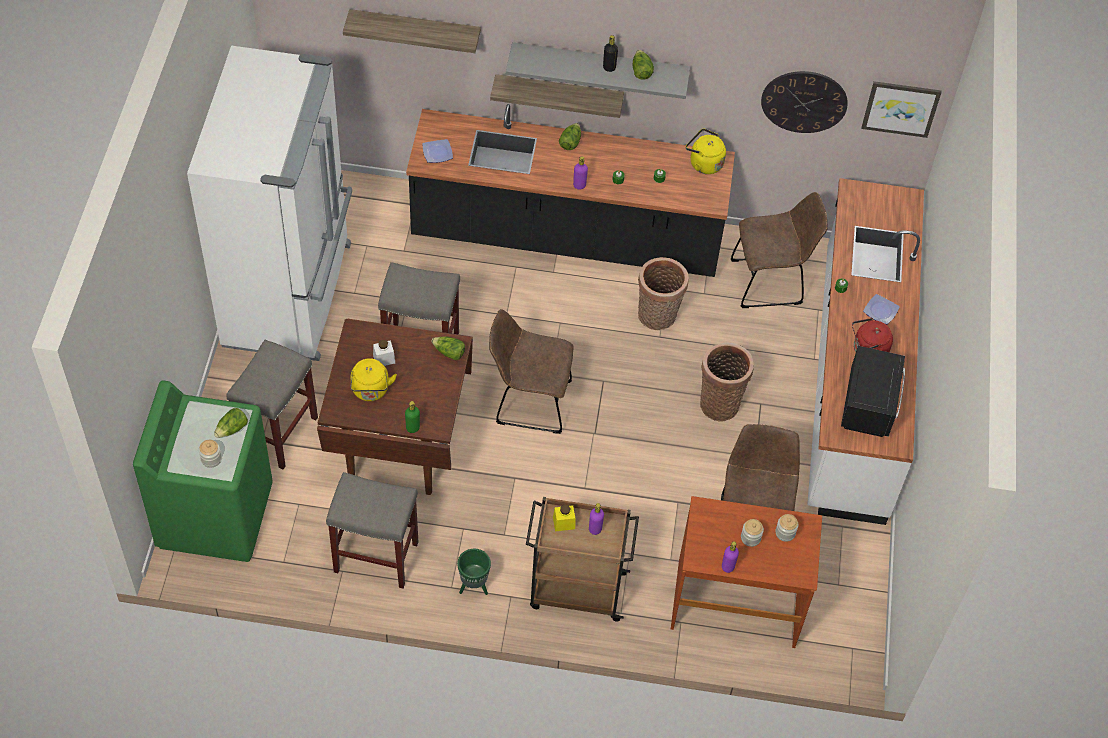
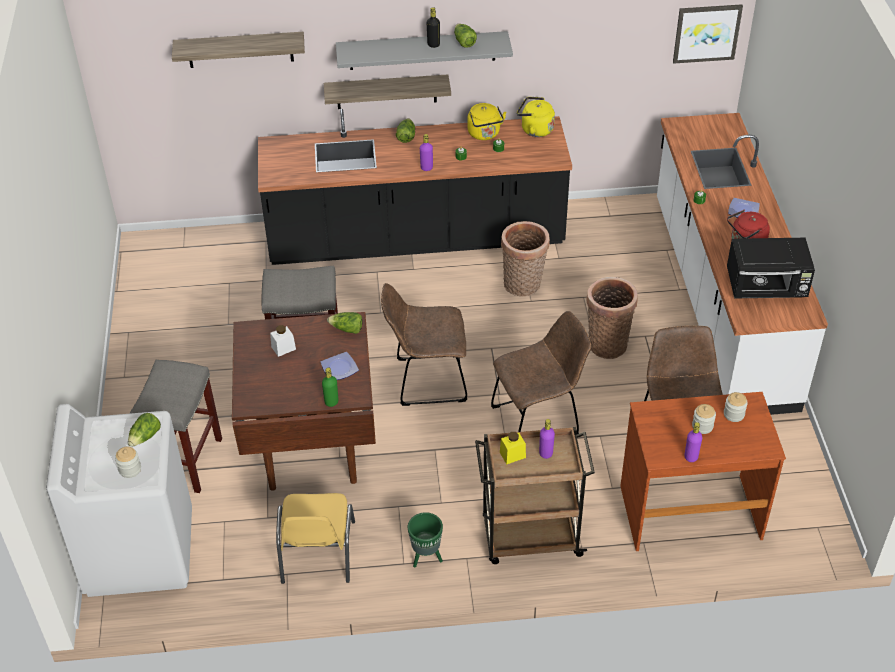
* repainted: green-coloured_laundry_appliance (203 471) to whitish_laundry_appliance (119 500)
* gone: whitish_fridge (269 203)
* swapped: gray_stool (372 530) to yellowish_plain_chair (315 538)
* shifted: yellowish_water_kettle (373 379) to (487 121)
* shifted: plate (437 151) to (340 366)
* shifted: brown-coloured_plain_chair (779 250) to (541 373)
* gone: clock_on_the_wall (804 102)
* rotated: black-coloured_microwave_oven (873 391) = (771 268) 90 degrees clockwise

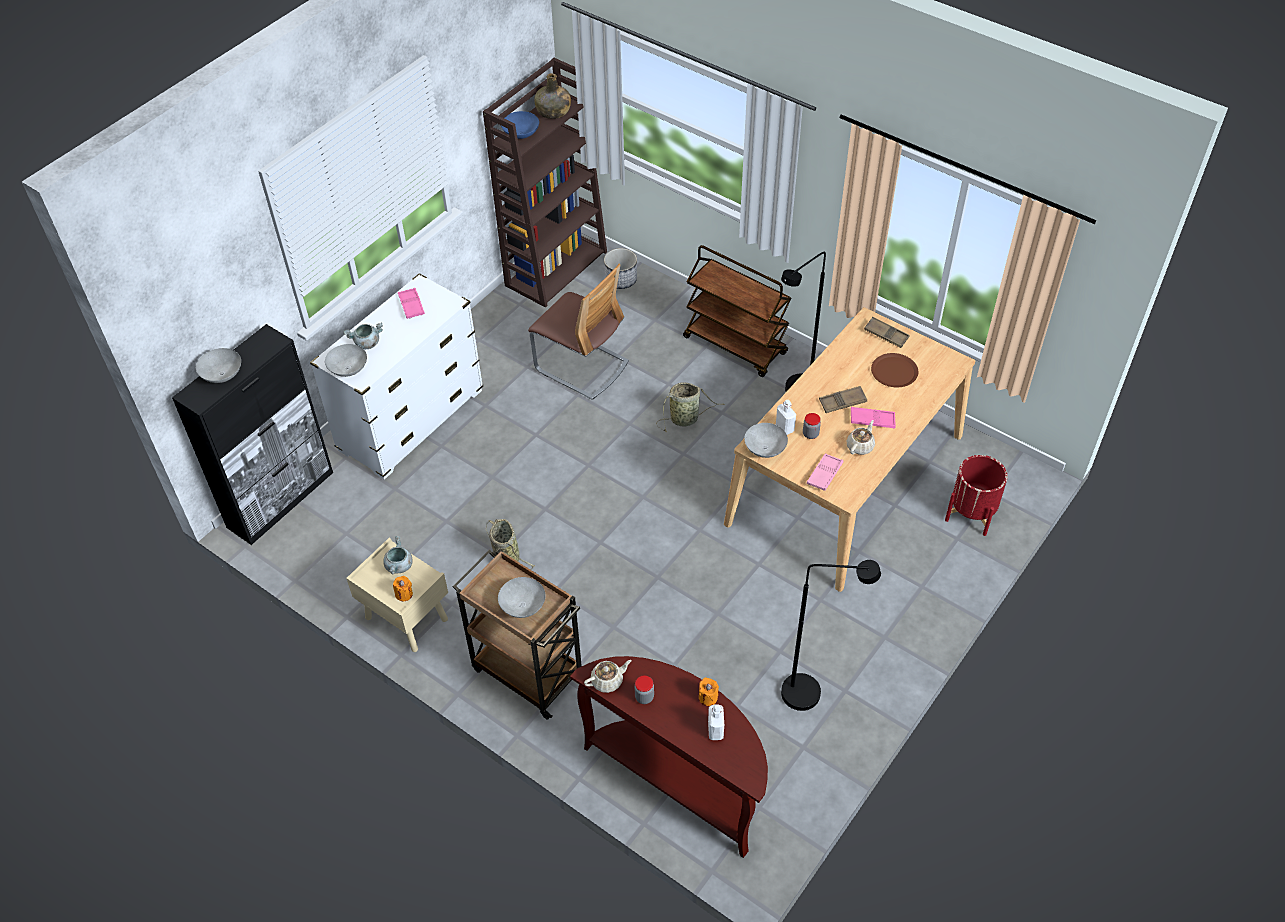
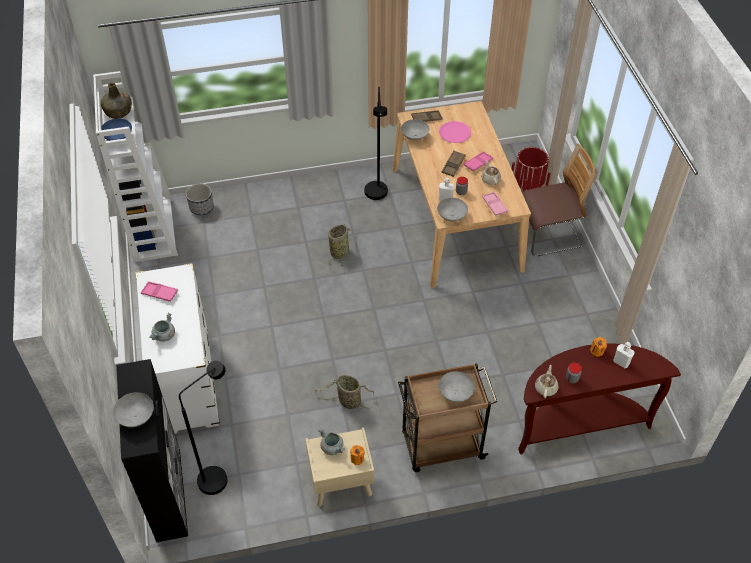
* shifted: gray_bowl (346 360) to (415 130)
* repainted: brown-coloured_shelving_unit (545 183) to whitish_shelving_unit (135 166)
* shifted: plain_chair (578 332) to (556 199)
* gone: brown-coloured_trolley (737 311)
* shifted: black-coloured_floor_lamp (831 635) to (203 428)
* repainted: brown-coloured_plate (894 370) to pink-coloured_plate (455 132)

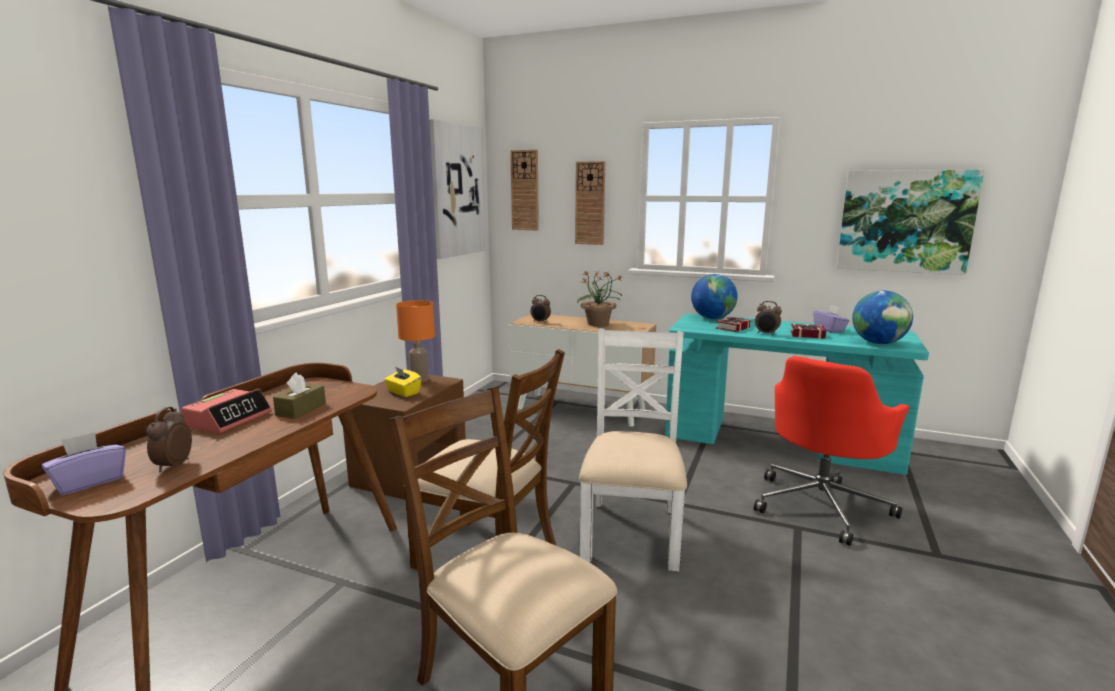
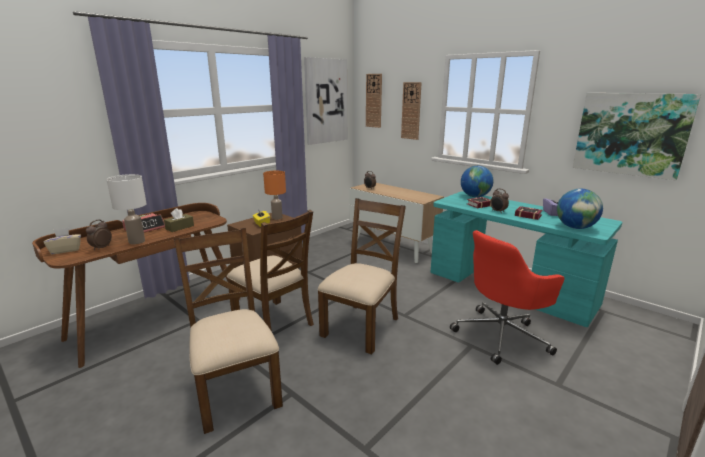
* repainted: purple_box_of_tissues (83 463) to beige-coloured_box_of_tissues (62 241)
* gone: potted_plant (600 298)
* repainted: whitish_plain_chair (633 449) to brown-coloured_plain_chair (362 276)
* new: whitish_tabletop_lamp (126 209)

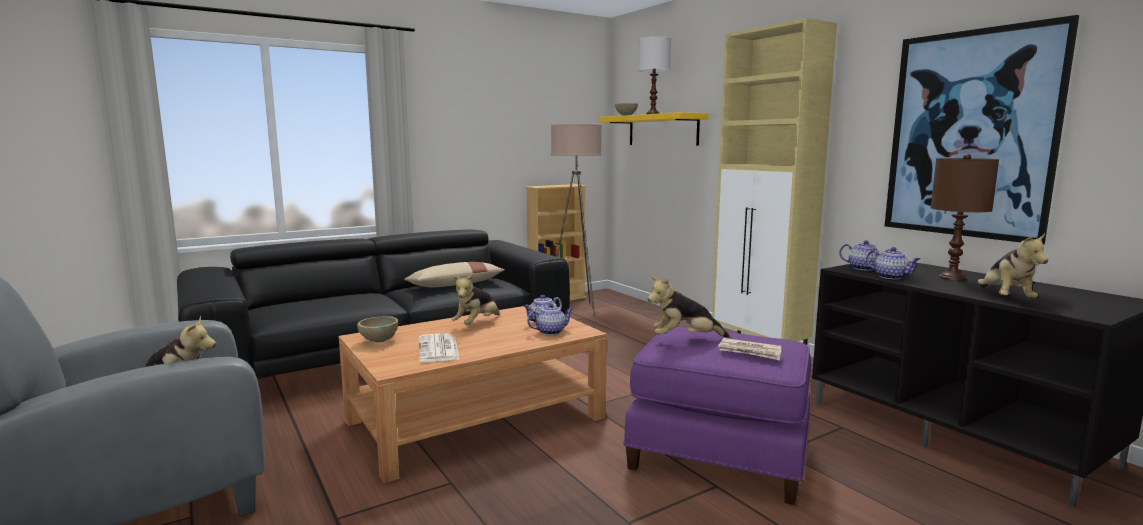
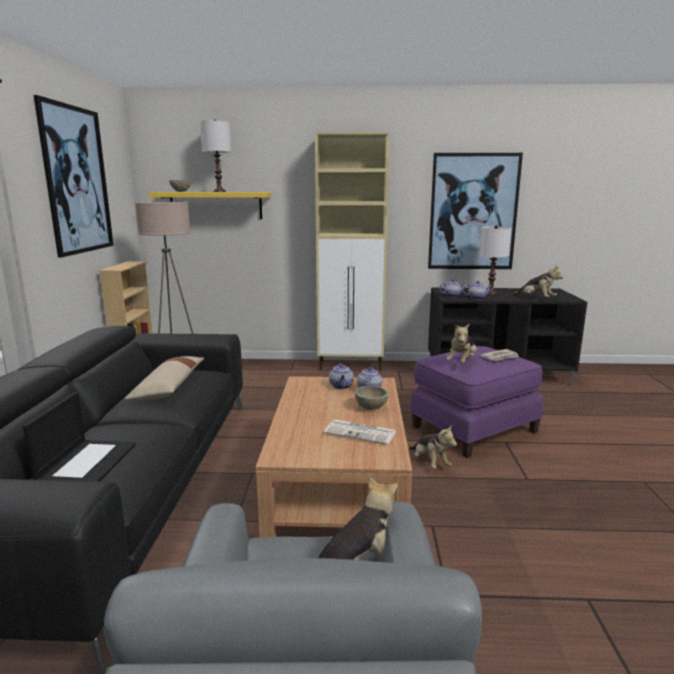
* shifted: beige-coloured_bowl (377 329) to (371 398)
* shifted: soft_toy (475 299) to (433 446)
* repainted: brown-coloured_tabletop_lamp (965 217) to whitish_tabletop_lamp (495 260)
* new: notebook_computer (79 436)
* new: wall_picture (73 176)

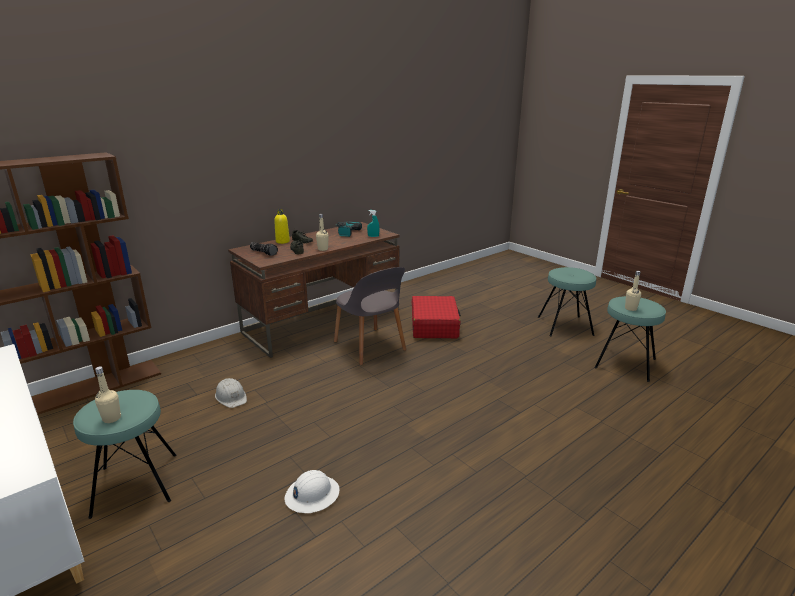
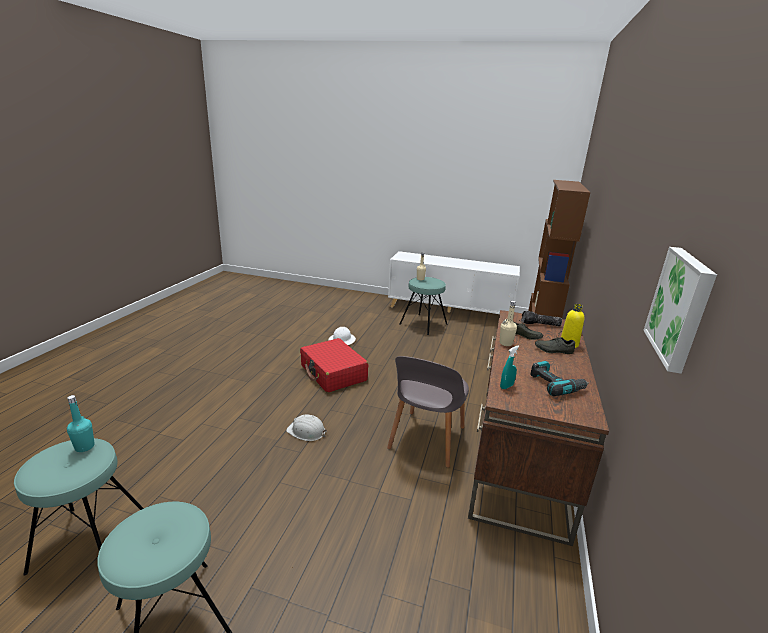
* shifted: whitish_hard_hat (231 393) to (306 428)
* rotated: gray_plain_chair (370 316) = (428 412) 90 degrees counterclockwise
* shifted: red_travel_case (436 317) to (334 365)
* repainted: beige-coloured_bottle (633 291) to turquoise_bottle (81 423)
* new: wall_picture (680 310)

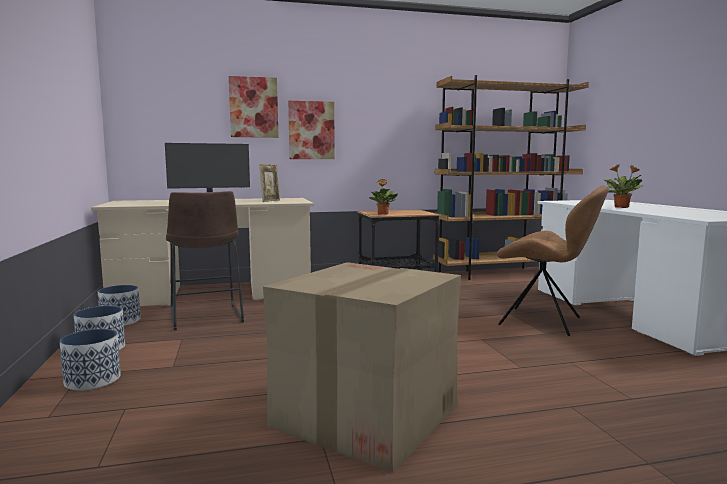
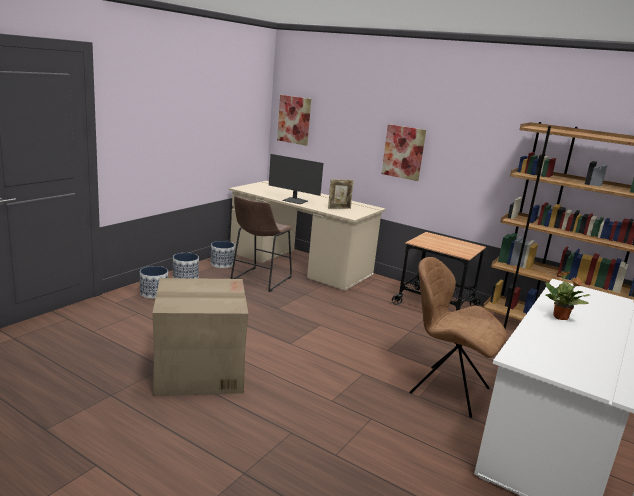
* shifted: wall_picture (253 107) to (294 120)
* gone: potted_plant (383 197)
* rotated: brown-coloured_plain_chair (553 260) = (458 337) 135 degrees clockwise

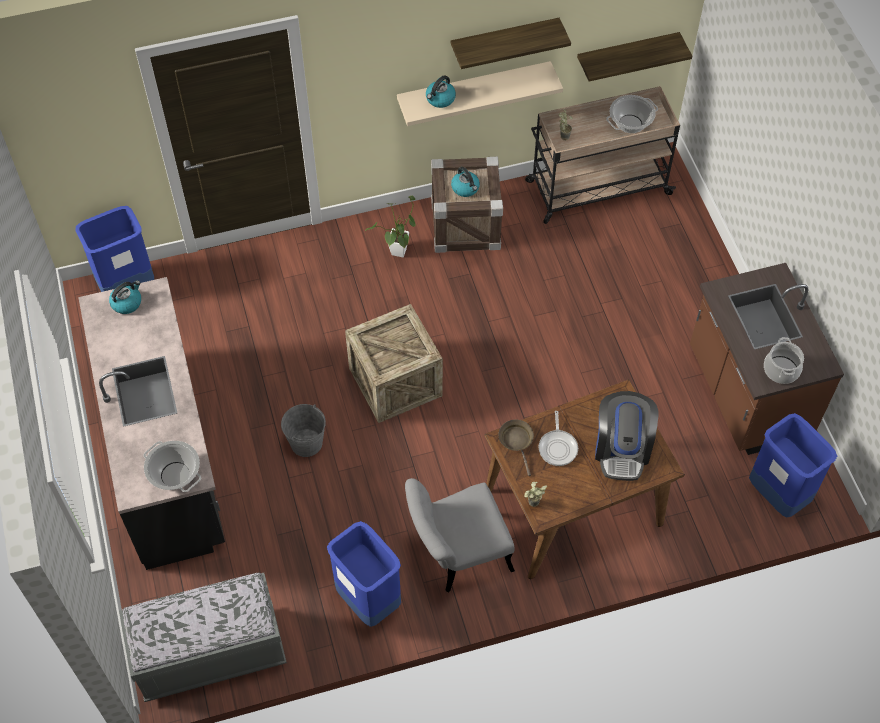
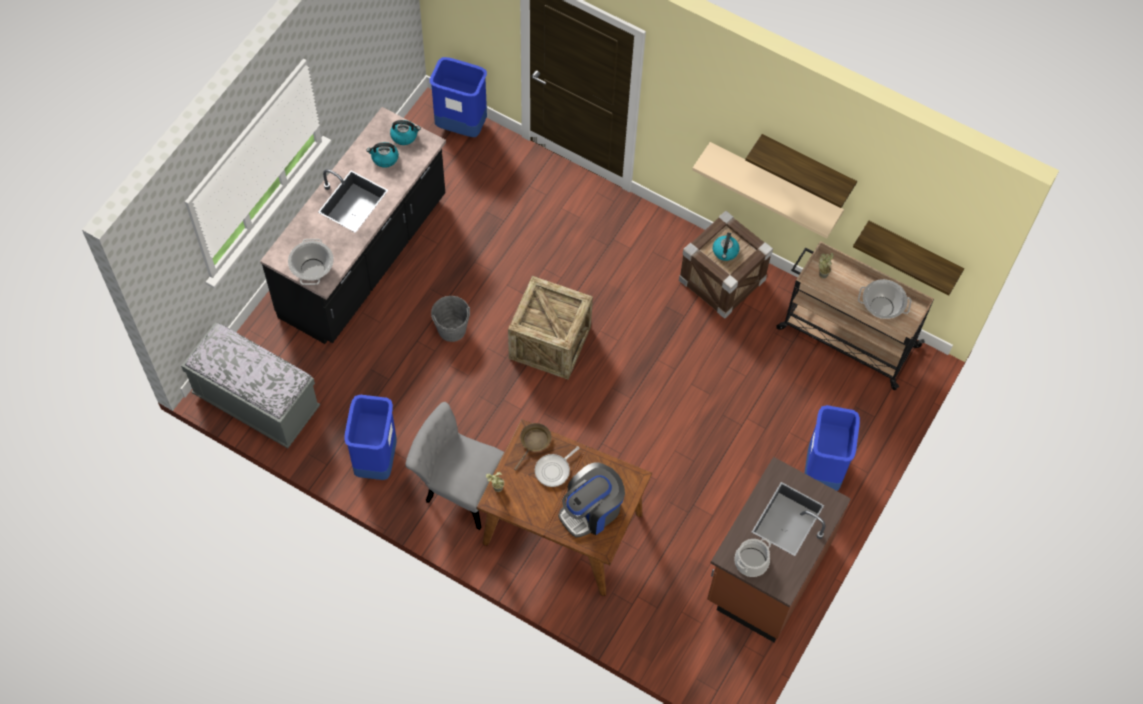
* gone: potted_plant (390 226)
* shifted: water_kettle (441 91) to (382 155)
* shifted: bluish_trash_can (793 465) to (832 448)

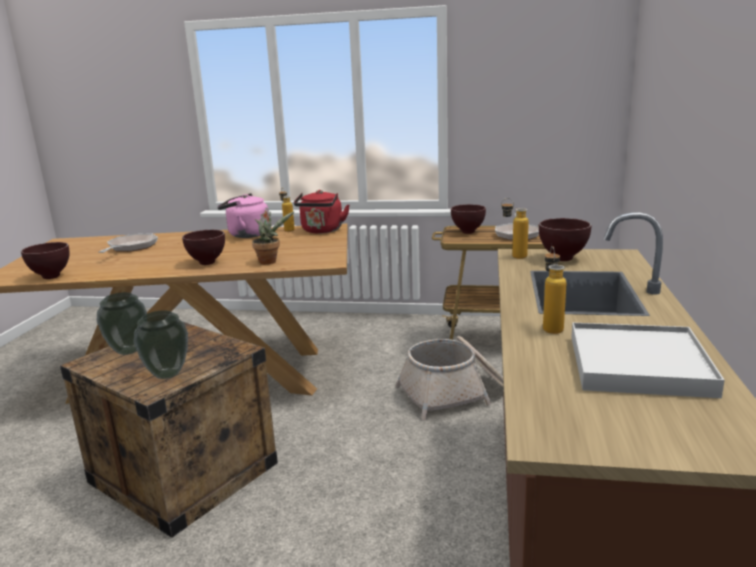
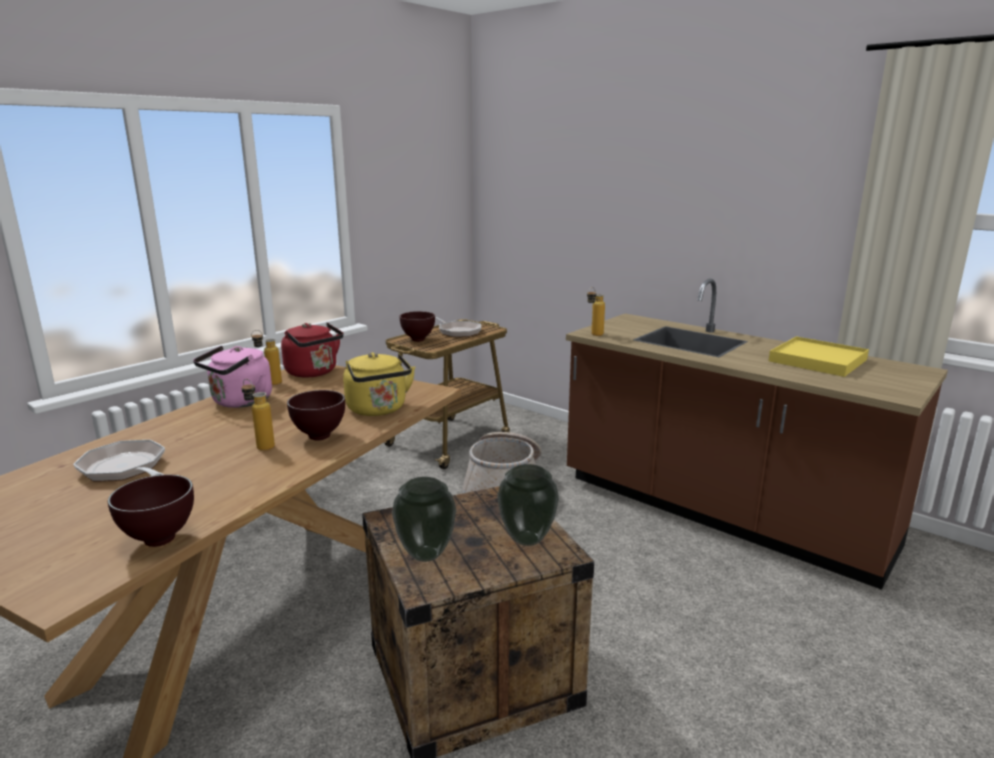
* swapped: potted_plant (273 237) to yellowish_water_kettle (379 384)
* gone: brown-coloured_bowl (565 239)
* shifted: bottle (555 290) to (258 415)
* repainted: whitish_carrying_tray (648 360) to yellowish_carrying_tray (819 356)

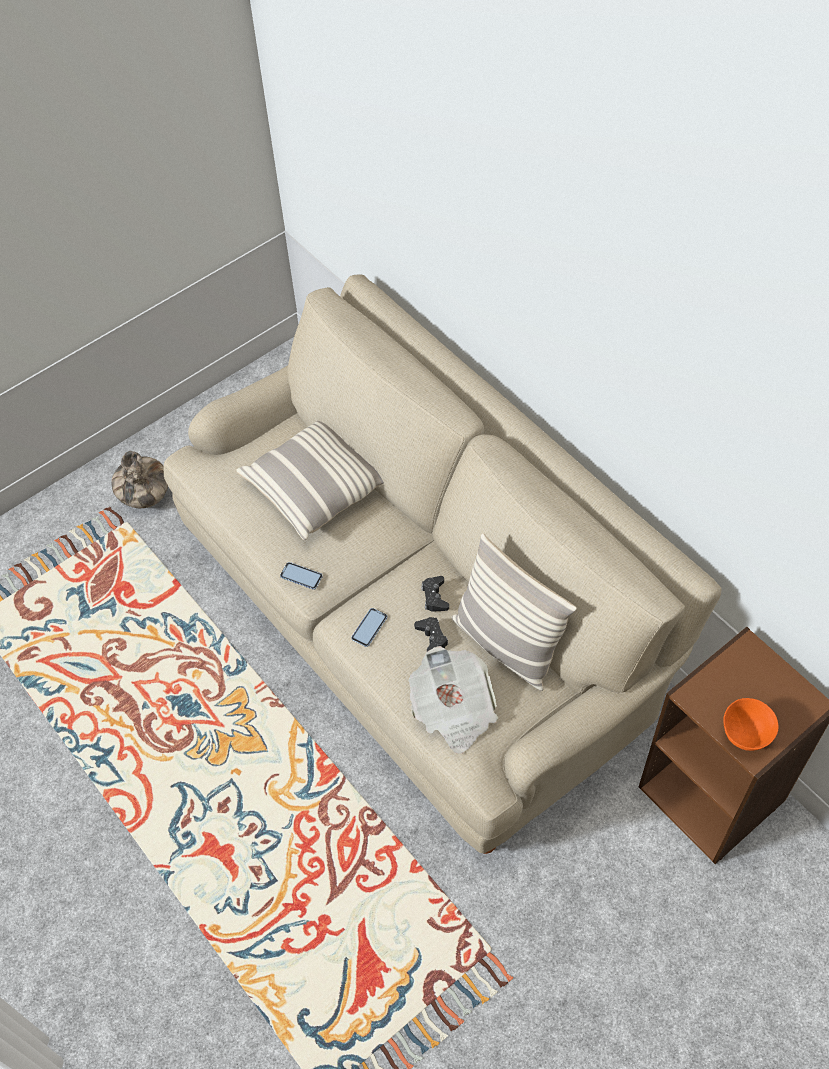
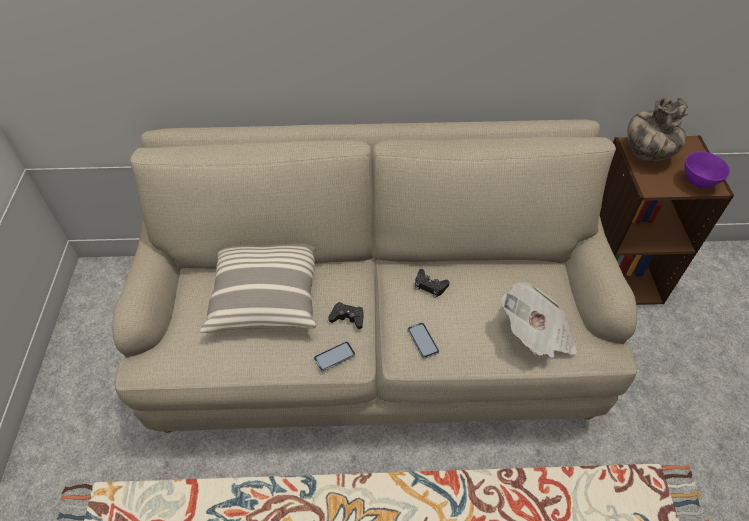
* shifted: decorative_vase (139 479) to (657 129)
* shifted: black-coloured_joypad (431 634) to (346 315)
* gone: pillow (514 612)
* repainted: orange_bowl (751 724) to purple_bowl (707 170)

